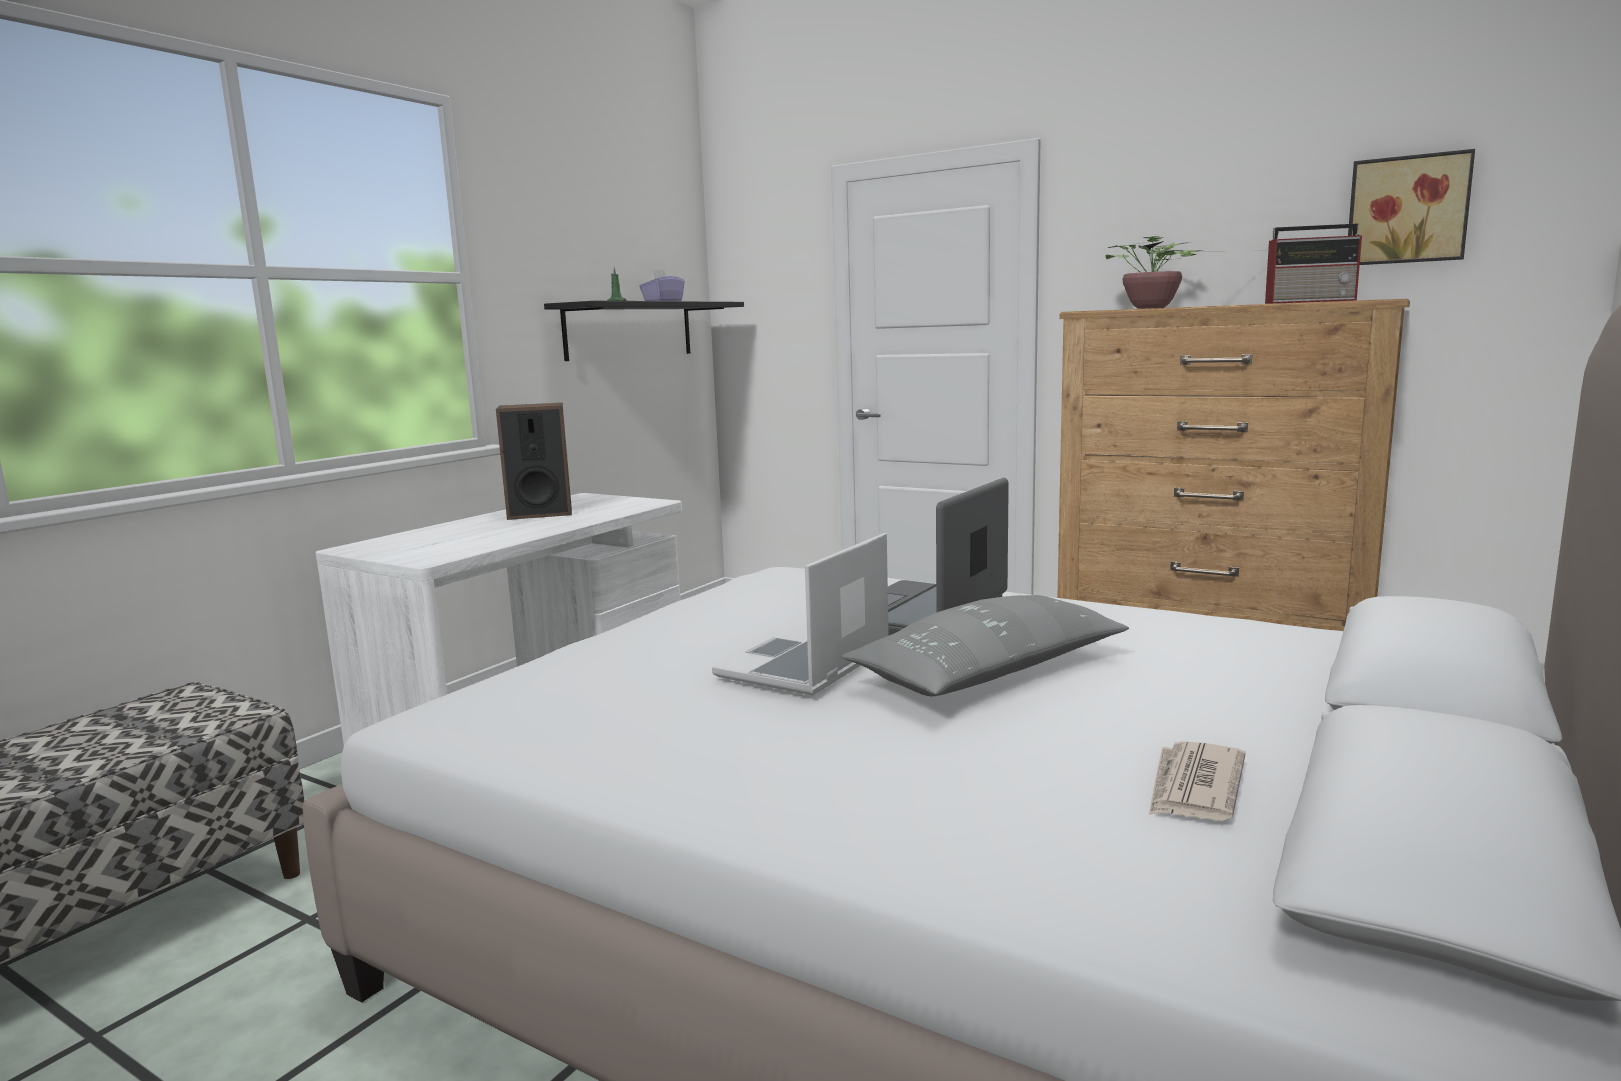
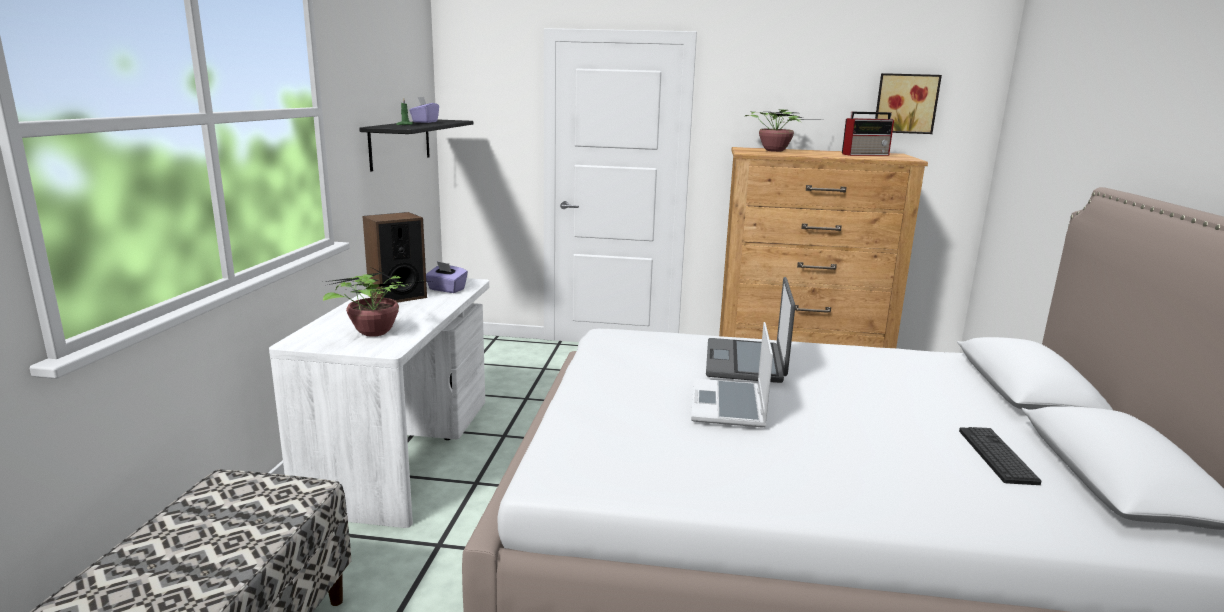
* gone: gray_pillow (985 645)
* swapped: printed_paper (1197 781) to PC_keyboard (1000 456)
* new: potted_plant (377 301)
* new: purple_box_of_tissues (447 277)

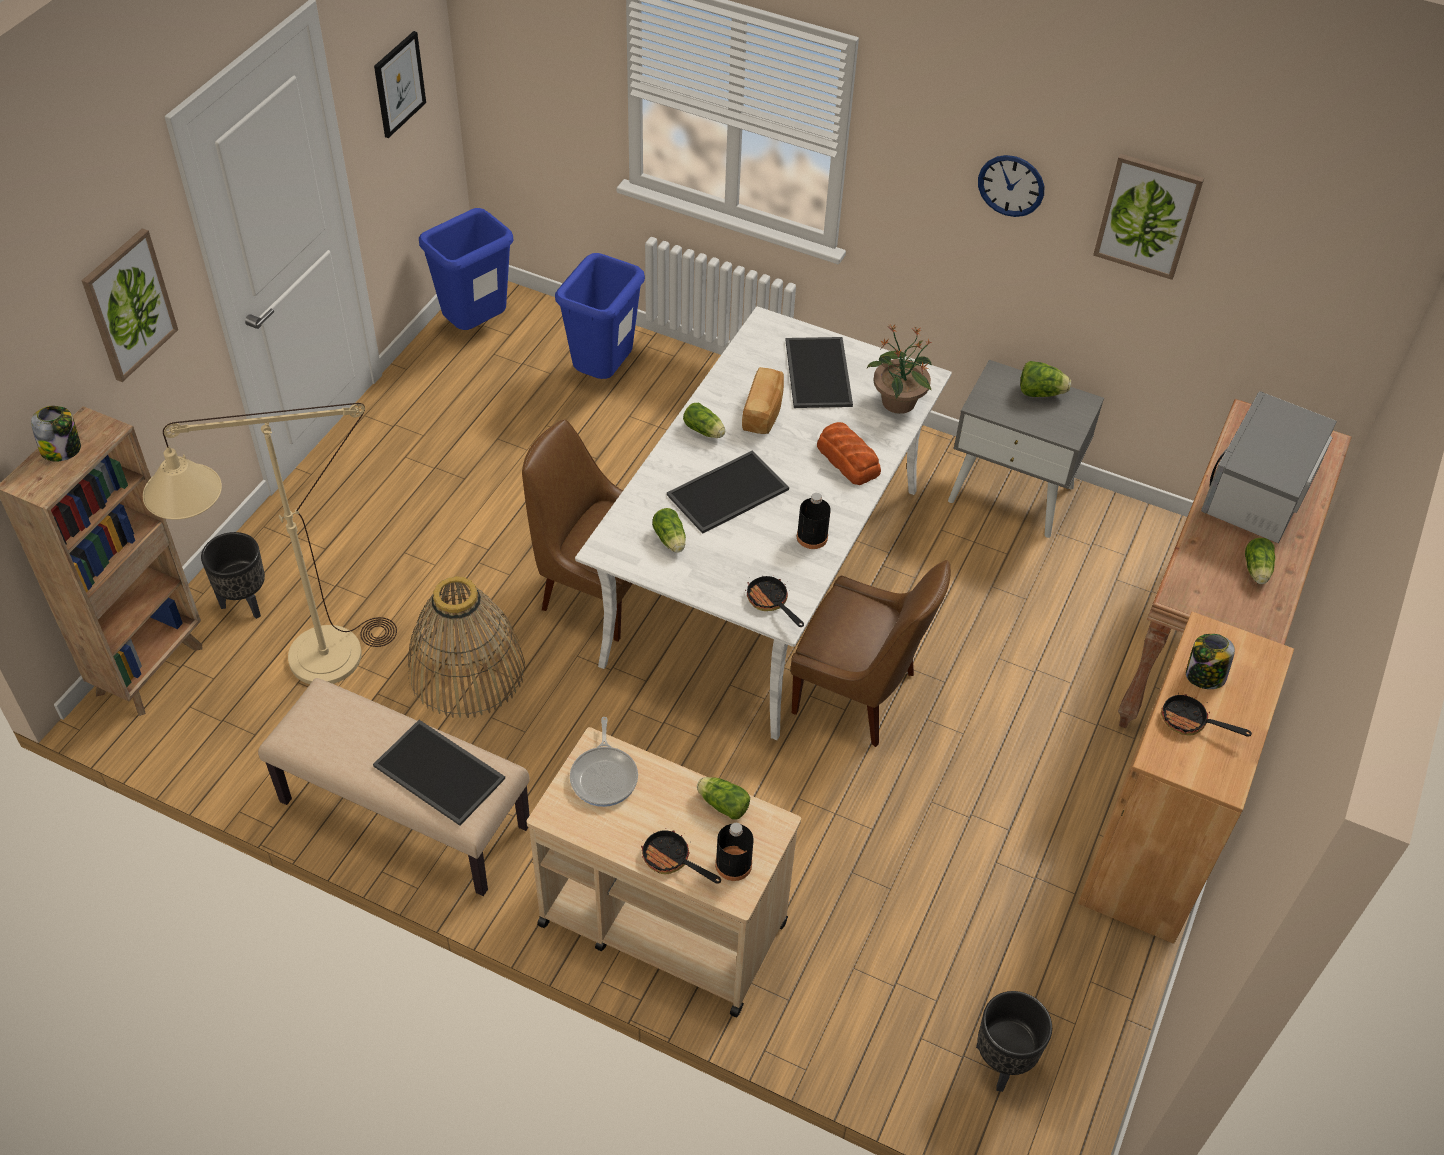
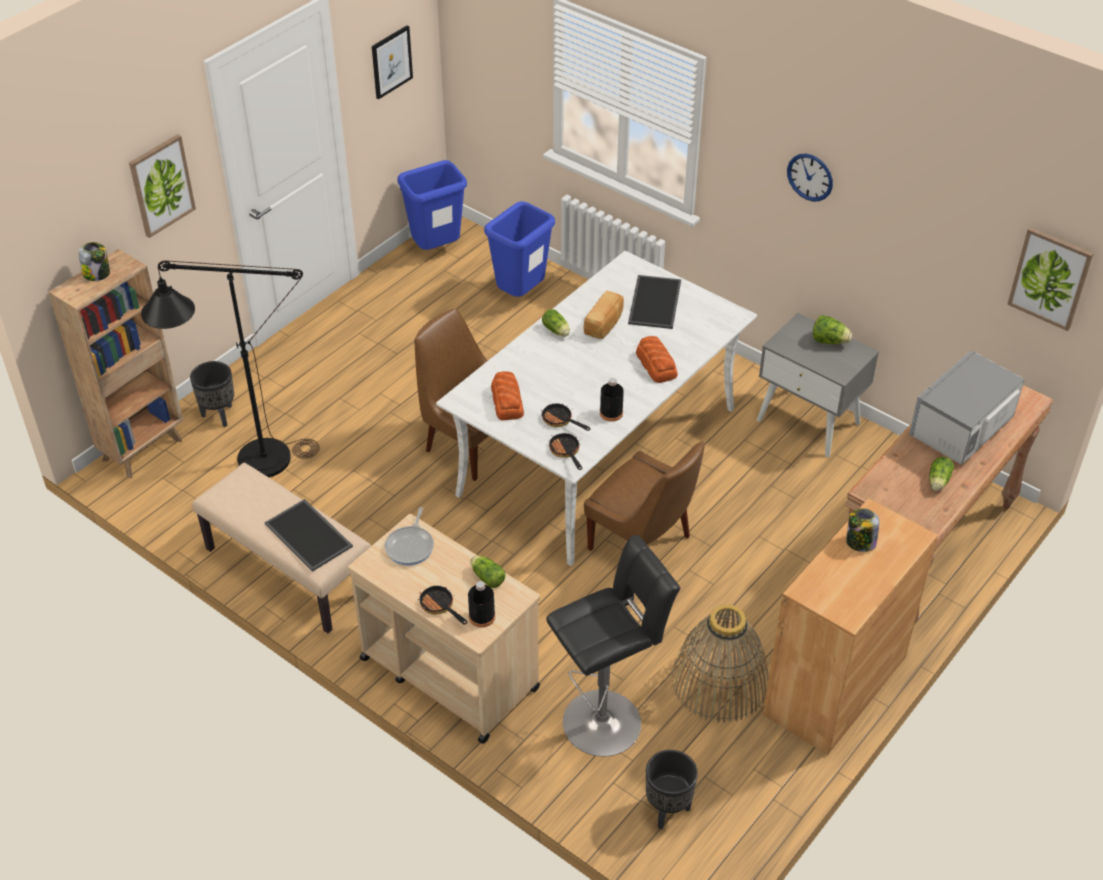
* repainted: beige-coloured_floor_lamp (270 543) to black-coloured_floor_lamp (230 368)
* shifted: storage_basket (466 647) to (720 664)
* swapped: head_of_lettuce (669 530) to bakery_bread (507 395)
* gone: carrying_tray (728 492)
* gone: potted_plant (899 369)
* shifted: wall_picture (1148 217) to (1050 279)
* shifted: pan (1206 715) to (565 417)
* new: black-coloured_stool (613 646)

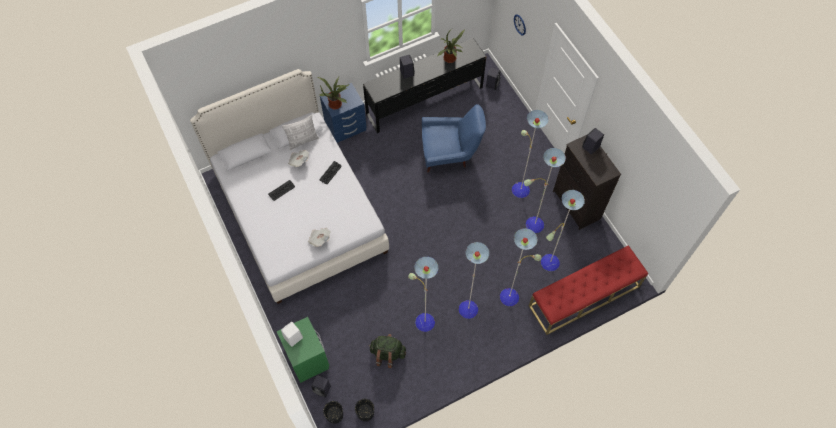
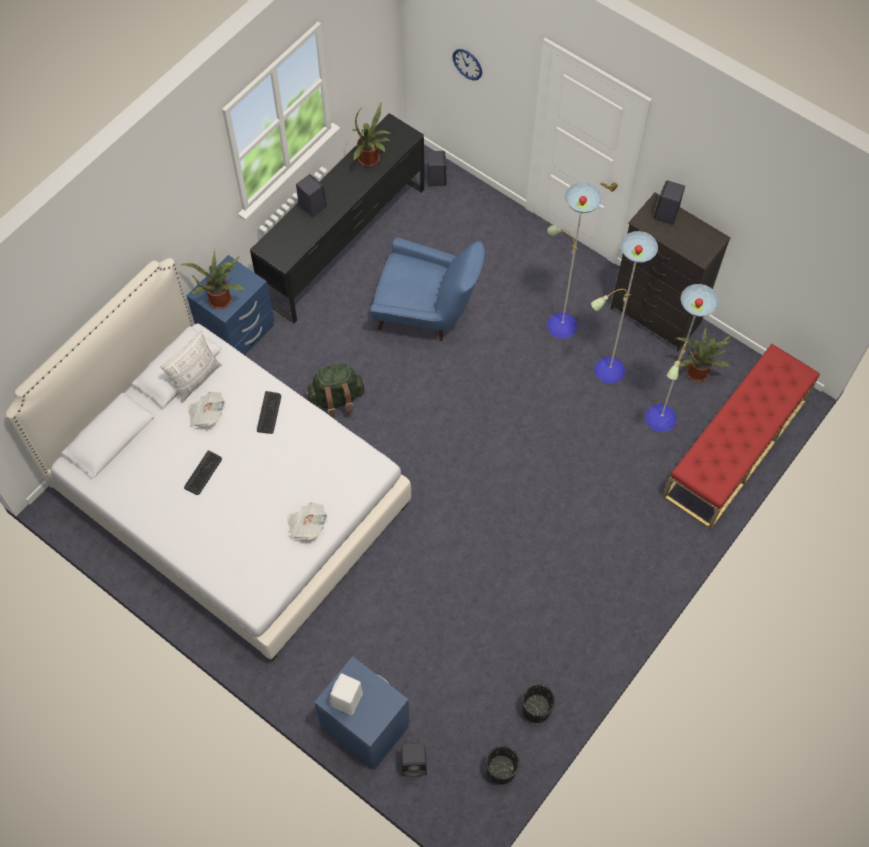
* repainted: green-coloured_night_table (302 350) to bluish_night_table (362 713)
* shifted: black-coloured_flower_pot (333 412) to (538 703)
* shifted: green-coloured_backpack (387 351) to (335 391)
* gone: floor_lamp (475 280)
* rotated: bluish_easy_chair (454 138) = (427 289) 45 degrees clockwise
* new: potted_plant (703 354)

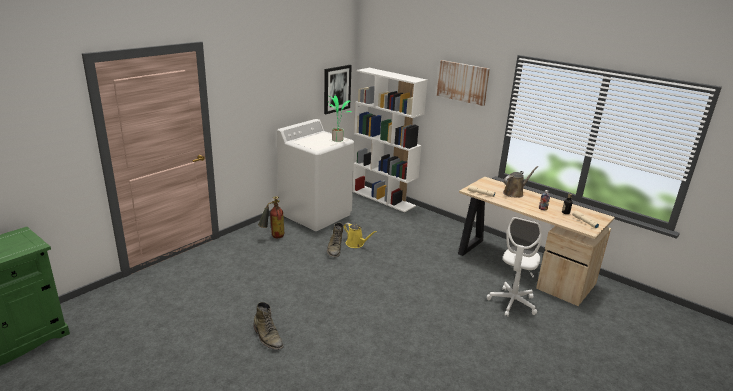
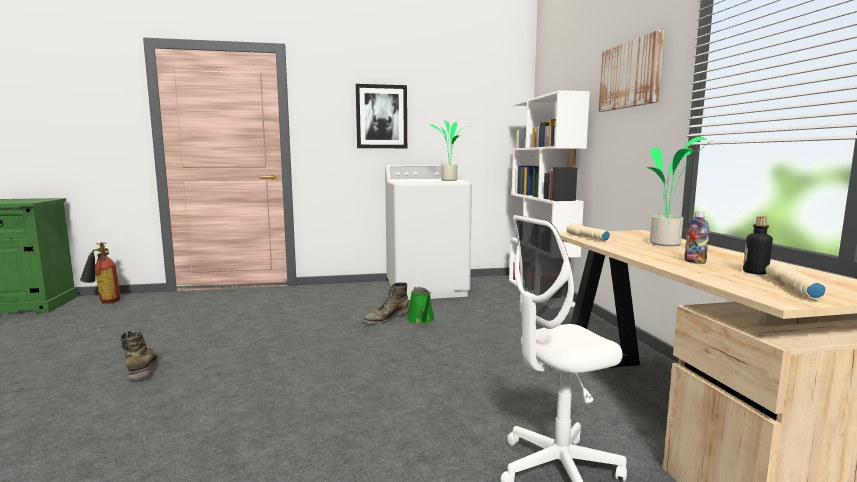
* rotated: green-coloured_high-top_boot (268 326) = (139 355) 150 degrees clockwise
* shifted: fire_extinguisher (271 217) to (100 273)
* shifted: wall_picture (338 89) to (381 116)
* repainted: yellowish_sprinkling_can (360 235) to green-coloured_sprinkling_can (421 305)
* swapped: brown-coloured_sprinkling_can (521 182) to potted_plant (676 191)

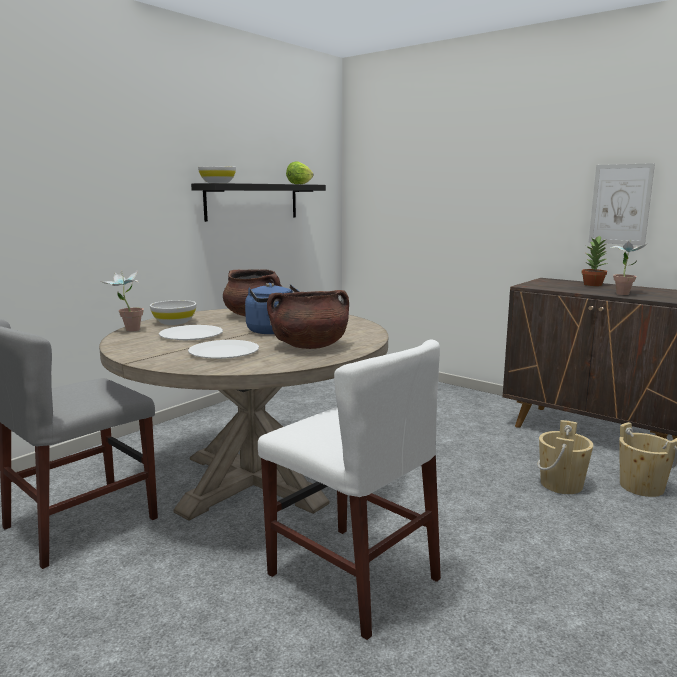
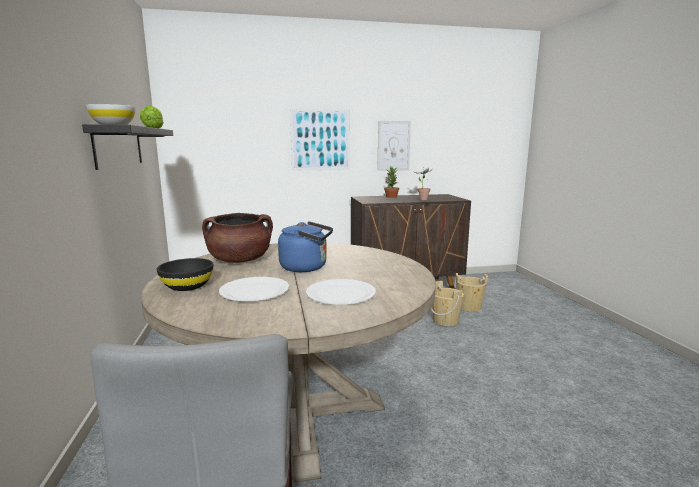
* gone: potted_plant (123 301)
* repainted: whitish_bowl (173 312) to black-coloured_bowl (185 274)
* gone: whitish_plain_chair (349 489)
* gone: brown-coloured_saucepot (308 319)
* new: wall_picture (320 139)

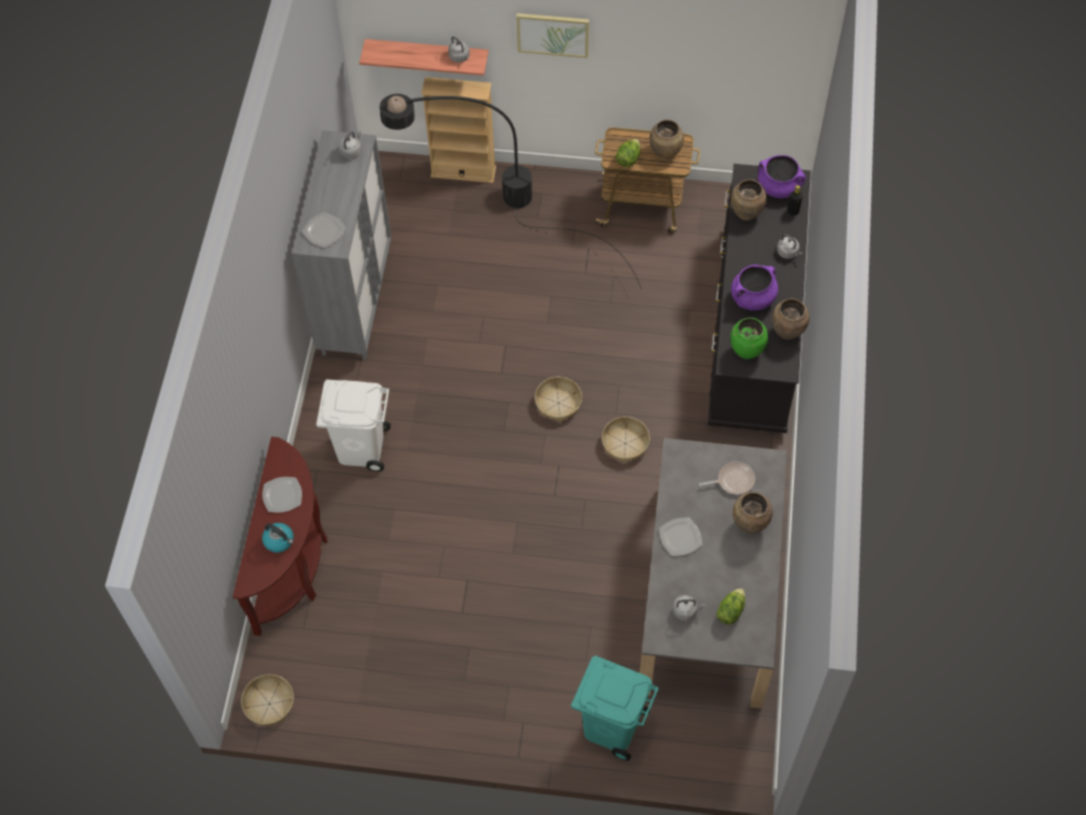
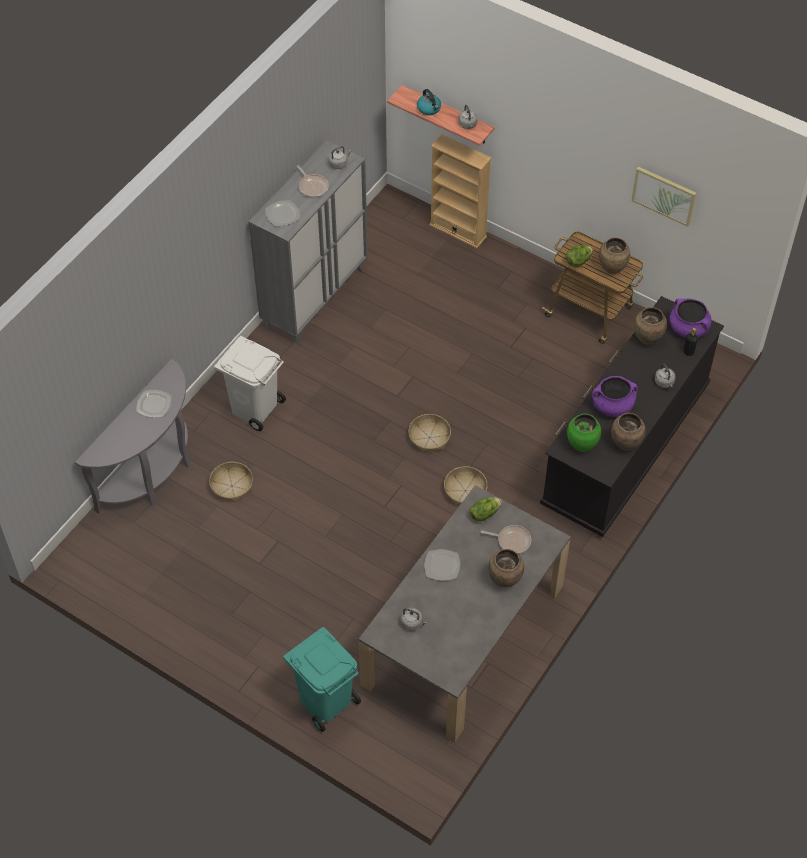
* repainted: brown-coloured_console_table (280 536) to gray_console_table (133 436)
* shifted: storage_basket (267 700) to (231 482)
* shifted: water_kettle (278 538) to (429 102)
* gone: black-coloured_floor_lamp (511 191)
* shifted: wall_picture (552 35) to (663 197)
* shifted: head_of_lettuce (730 606) to (485 509)
* new: pan (313 181)

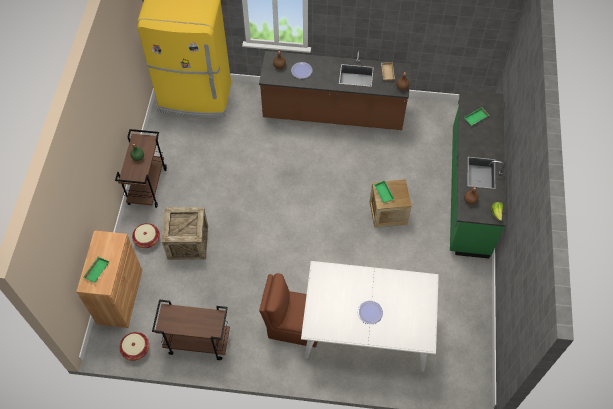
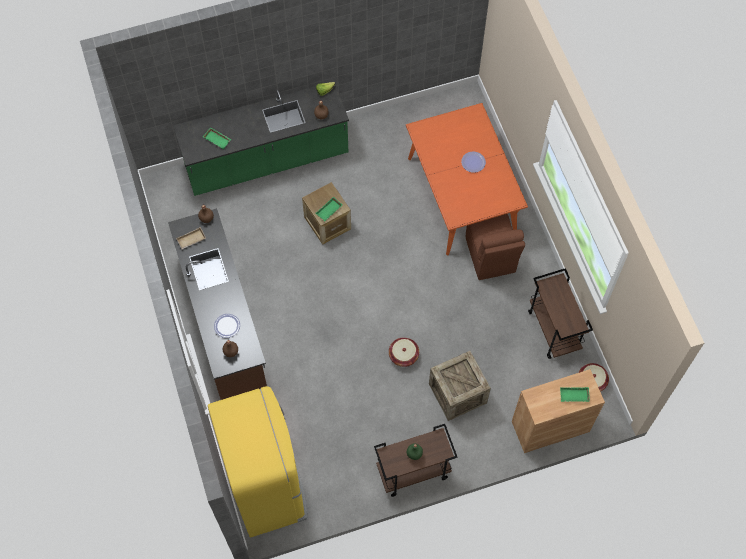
* shifted: storage_basket (146 235) to (404 352)
* repainted: whitish_dinner_table (370 316) to orange_dinner_table (467 179)

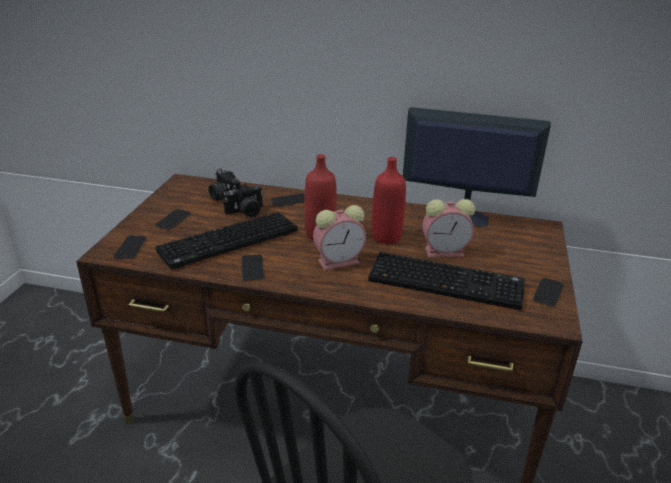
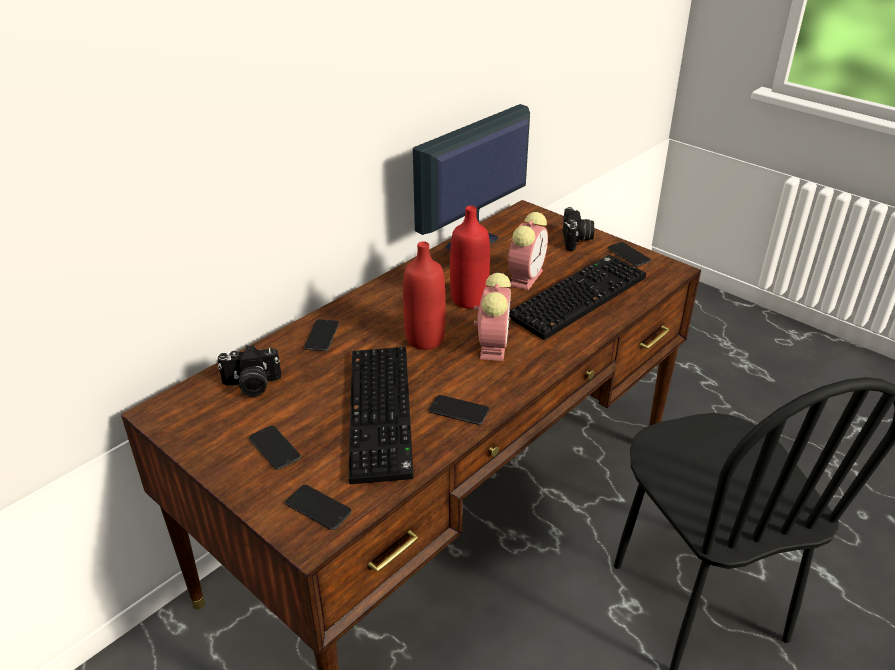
* shifted: photo_camera (243 200) to (578 229)

